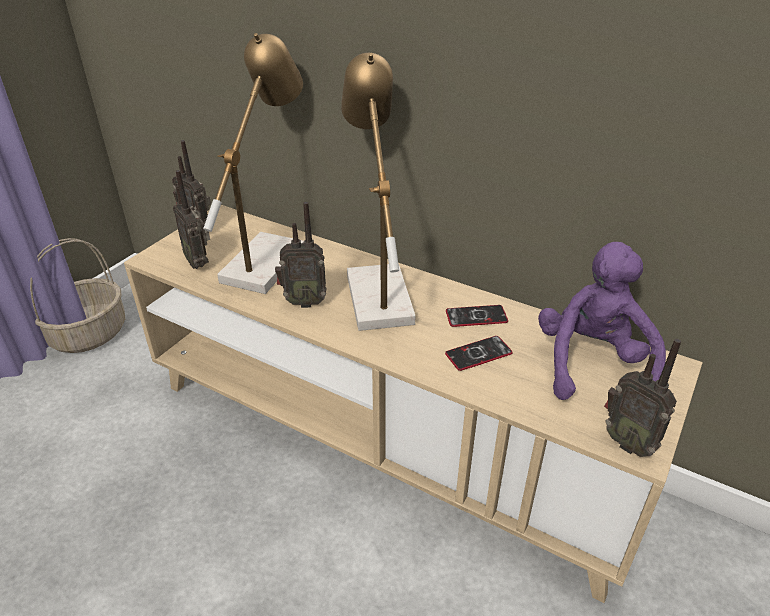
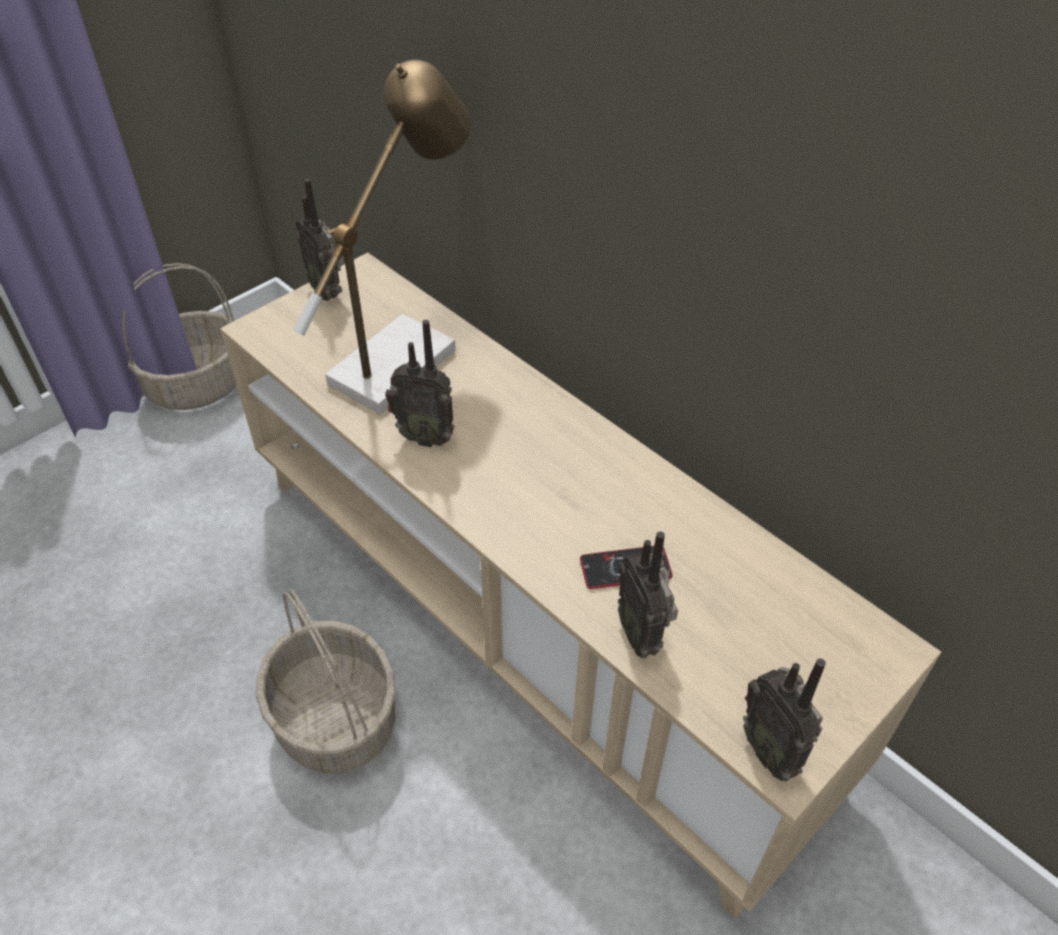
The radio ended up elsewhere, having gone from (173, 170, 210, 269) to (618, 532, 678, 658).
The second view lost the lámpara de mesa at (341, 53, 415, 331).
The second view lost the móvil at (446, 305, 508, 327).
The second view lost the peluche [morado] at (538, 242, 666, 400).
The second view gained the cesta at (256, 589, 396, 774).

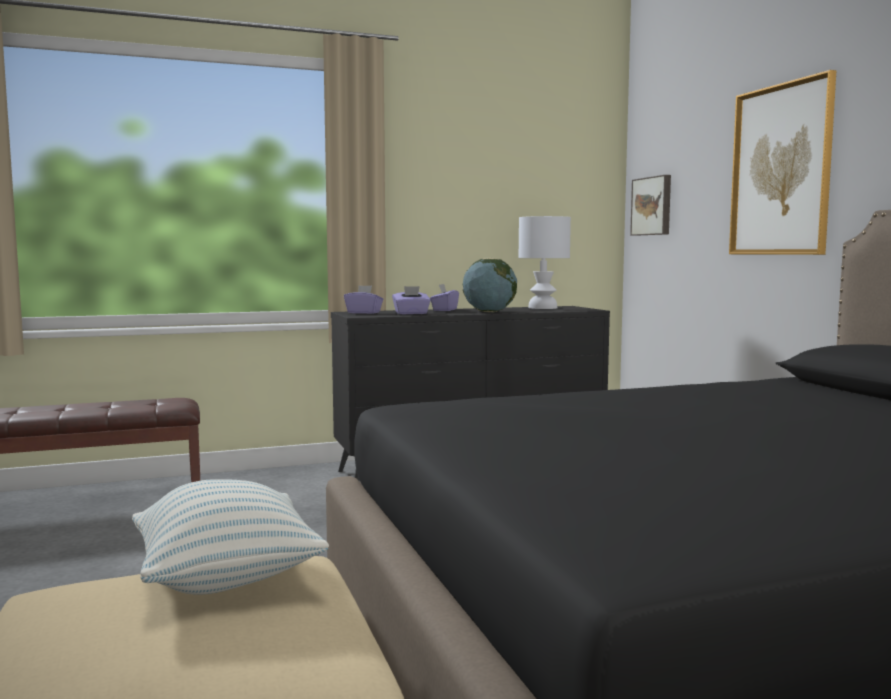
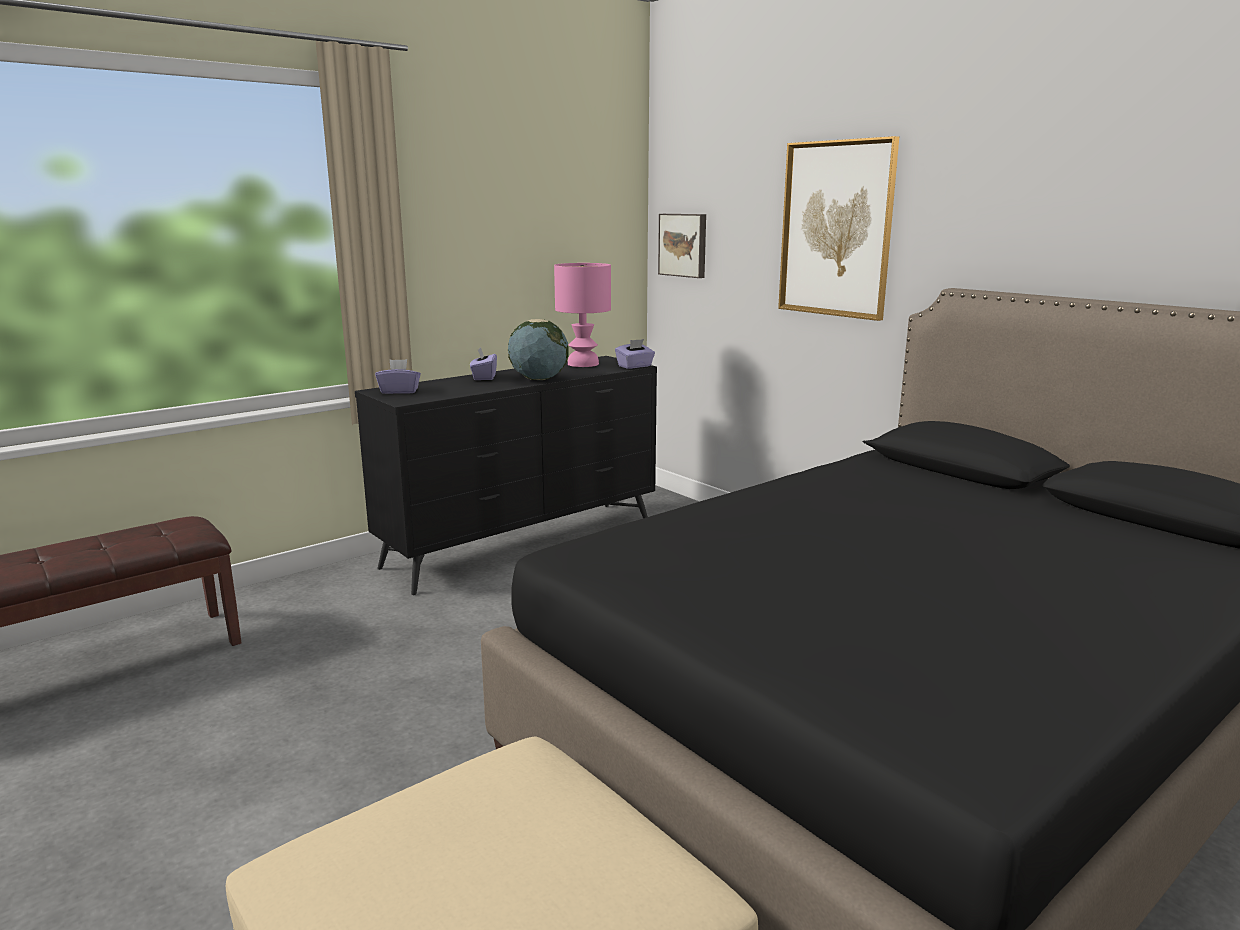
The second view lost the cojín at (132, 479, 329, 595).
The caja de pañuelos [morado] ended up elsewhere, having gone from (392, 286, 431, 314) to (615, 339, 655, 369).
What was the lámpara de mesa [blanco] at (519, 216, 571, 309) turned into the lámpara de mesa [rosa] at (554, 263, 611, 367).

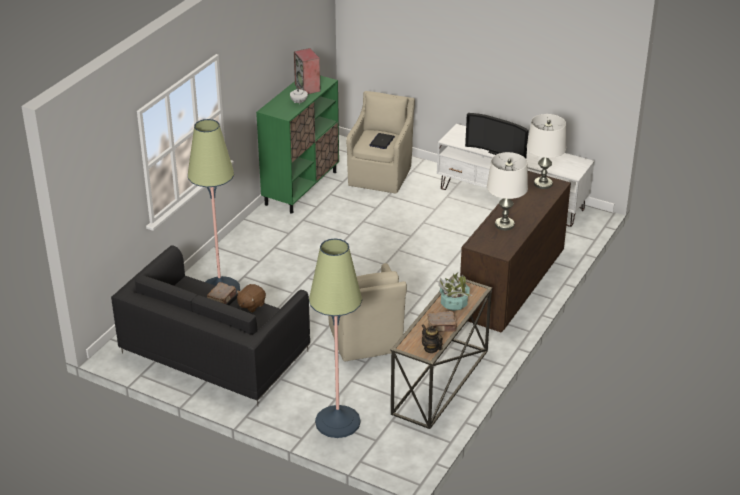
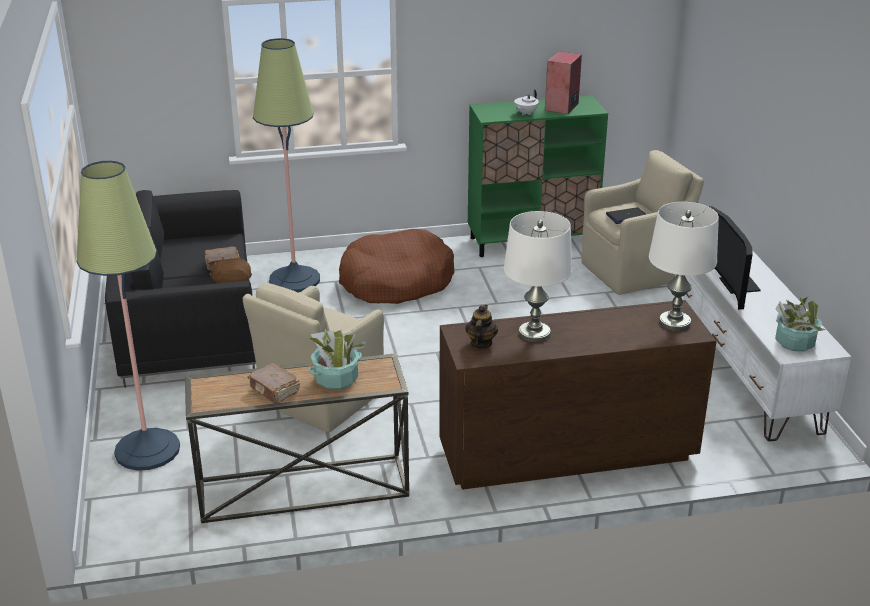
The tetera ended up elsewhere, having gone from (422, 324, 443, 353) to (465, 305, 498, 348).
The second view gained the cama para perro [marrón] at (339, 229, 455, 304).
The second view gained the planta en maceta at (775, 295, 826, 351).

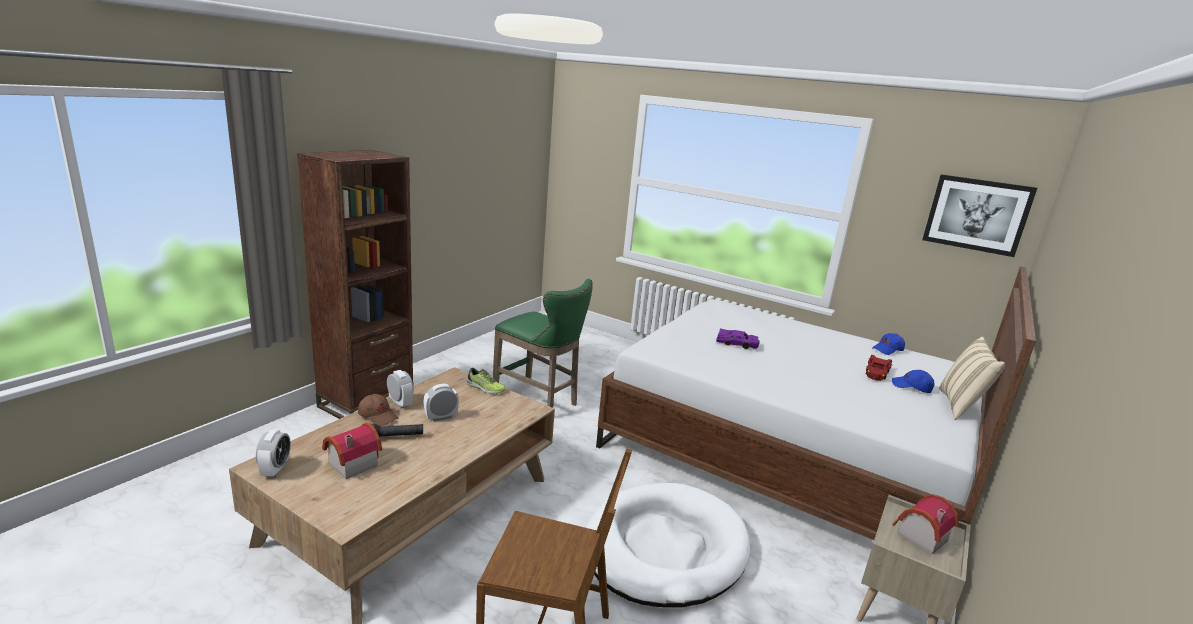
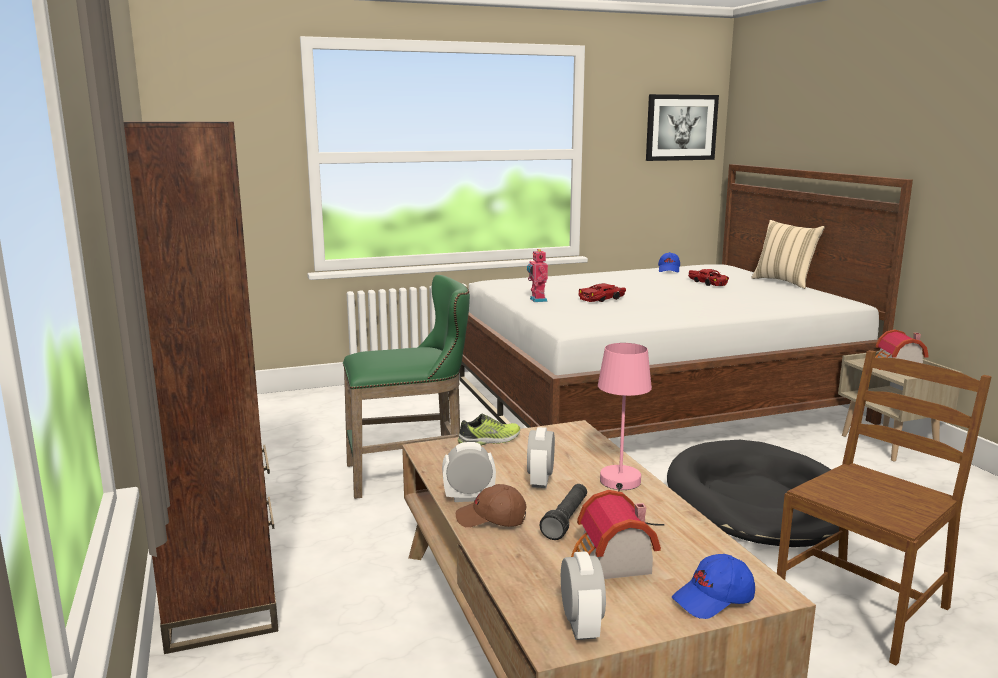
The despertador at (256, 430, 291, 477) ended up facing another way, 45 degrees clockwise from before.
The gorra [marrón] at (358, 394, 398, 426) ended up facing another way, 150 degrees counterclockwise from before.
What was the cama para perro [blanco] at (586, 483, 750, 608) turned into the cama para perro [negro] at (667, 440, 839, 547).
What was the coche de juguete [morado] at (716, 328, 760, 349) turned into the coche de juguete [rojo] at (579, 283, 626, 302).
The gorra [azul] ended up elsewhere, having gone from (892, 370, 935, 393) to (672, 554, 755, 619).
The second view gained the robot de juguete at (527, 249, 548, 302).
The second view gained the lámpara de mesa [rosa] at (598, 343, 664, 526).

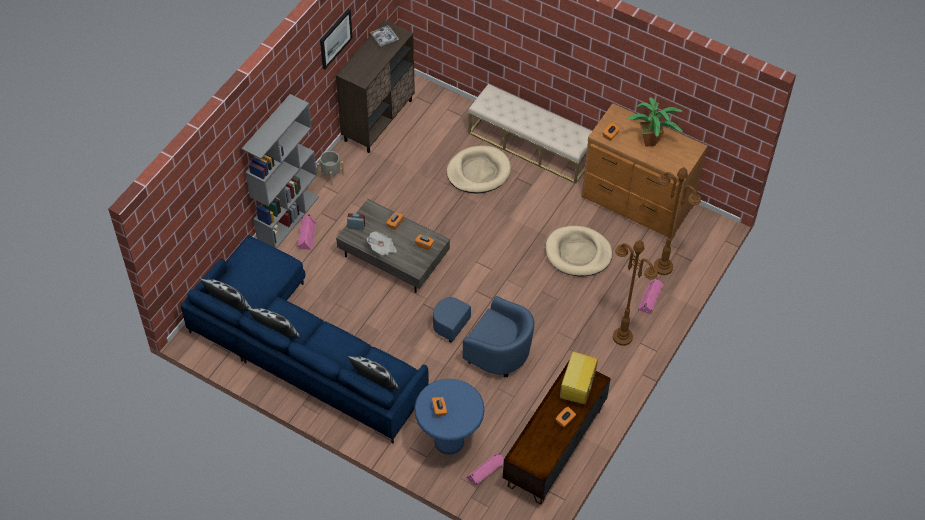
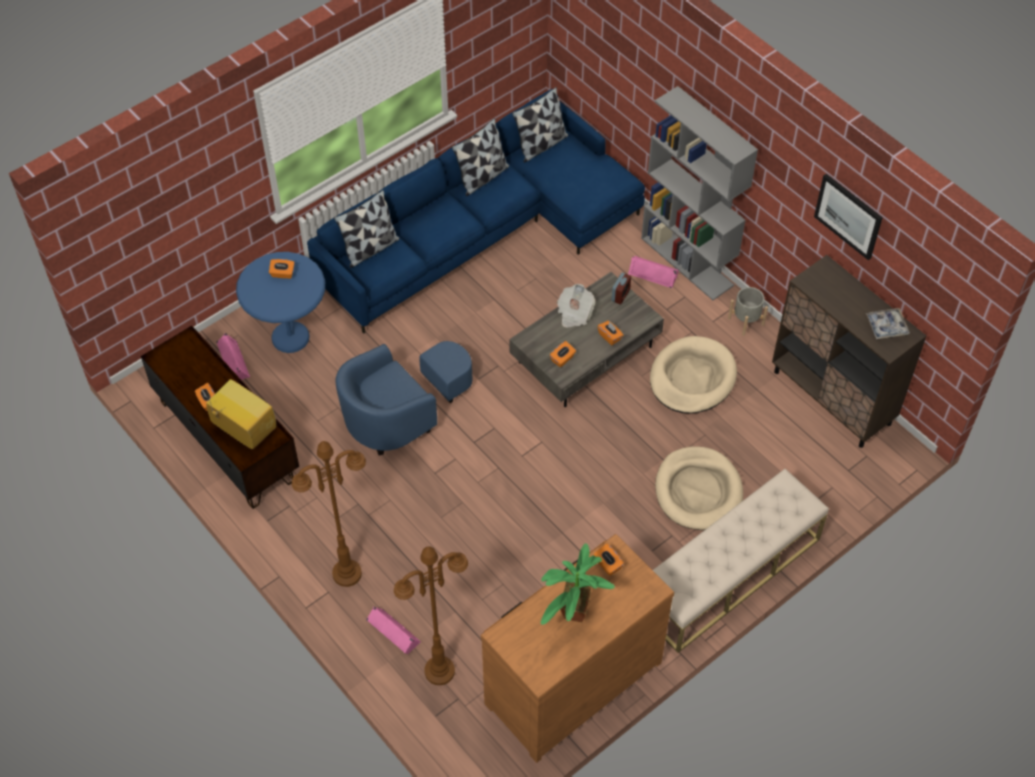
The cama para perro [beis] ended up elsewhere, having gone from (546, 226, 612, 276) to (650, 336, 737, 414).

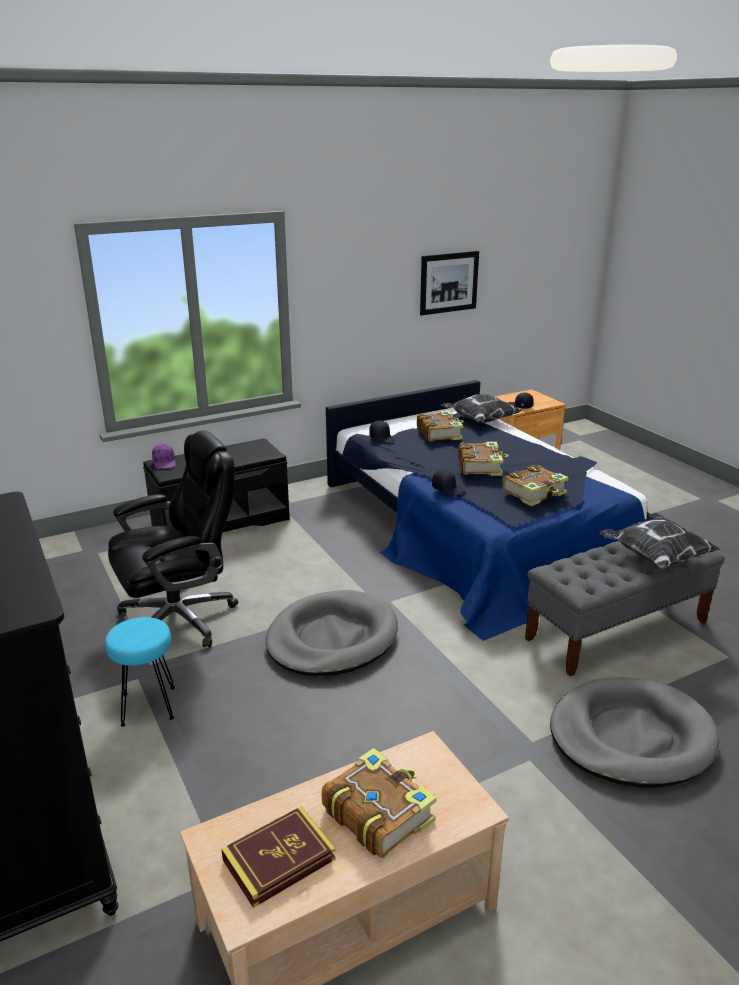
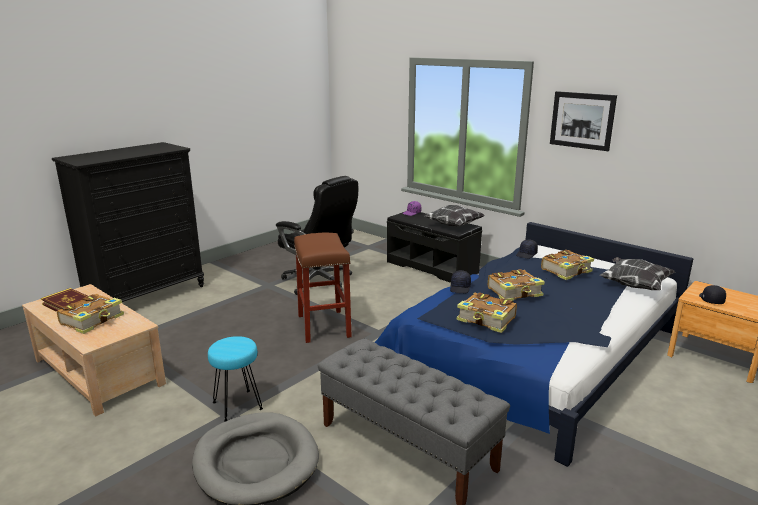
The taburete [turquesa] ended up elsewhere, having gone from (105, 617, 175, 727) to (208, 336, 263, 422).
Where the cama para perro [gris] stood at (265, 590, 398, 676), the taburete [marrón] came to stand at (294, 233, 352, 343).
The cuadro ended up elsewhere, having gone from (420, 251, 479, 315) to (550, 91, 617, 151).
The cojín ended up elsewhere, having gone from (599, 515, 721, 569) to (425, 205, 485, 226).

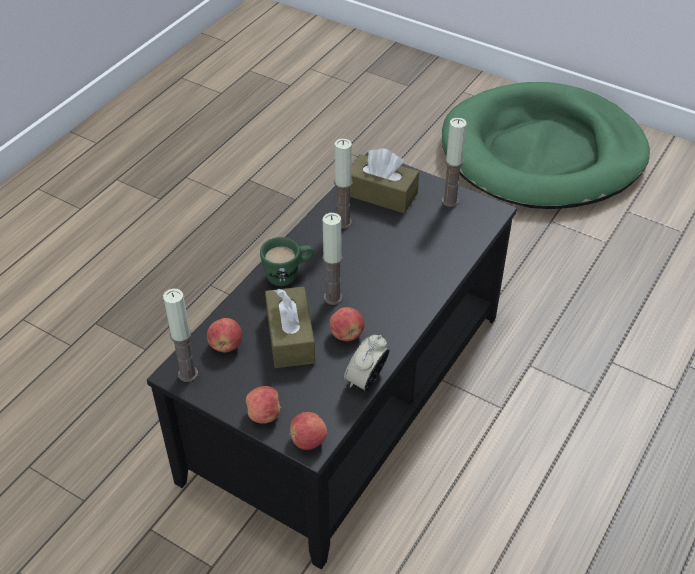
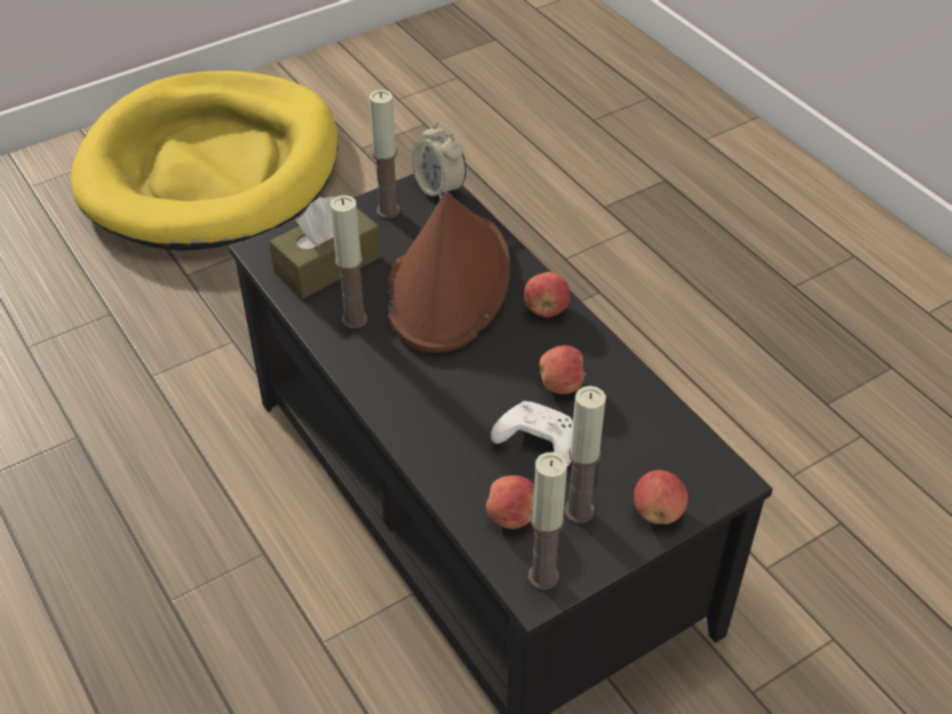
The second view lost the taza grande [verde] at (260, 237, 313, 286).
Where the caja de pañuelos [marrón] stood at (265, 287, 315, 368), the mando de consola [blanco] came to stand at (491, 401, 573, 467).
The manzana ended up elsewhere, having gone from (289, 412, 327, 450) to (524, 272, 570, 317).
The vela ended up elsewhere, having gone from (322, 213, 343, 305) to (564, 386, 606, 523).
The despertador ended up elsewhere, having gone from (344, 335, 390, 391) to (412, 122, 466, 199).
What was the cama para perro [verde] at (442, 82, 650, 209) turned into the cama para perro [amarillo] at (71, 71, 338, 251).
The second view gained the sombrero [marrón] at (387, 192, 510, 353).

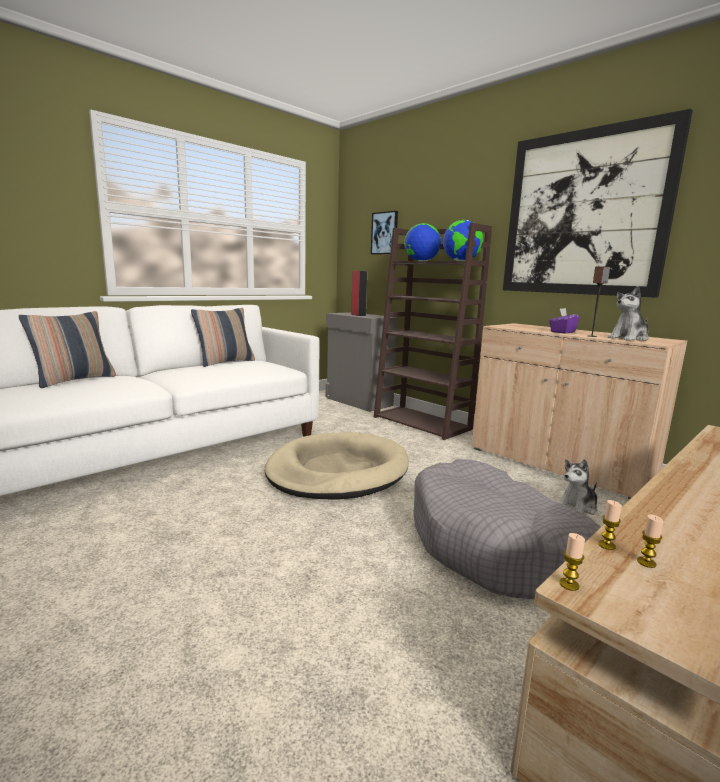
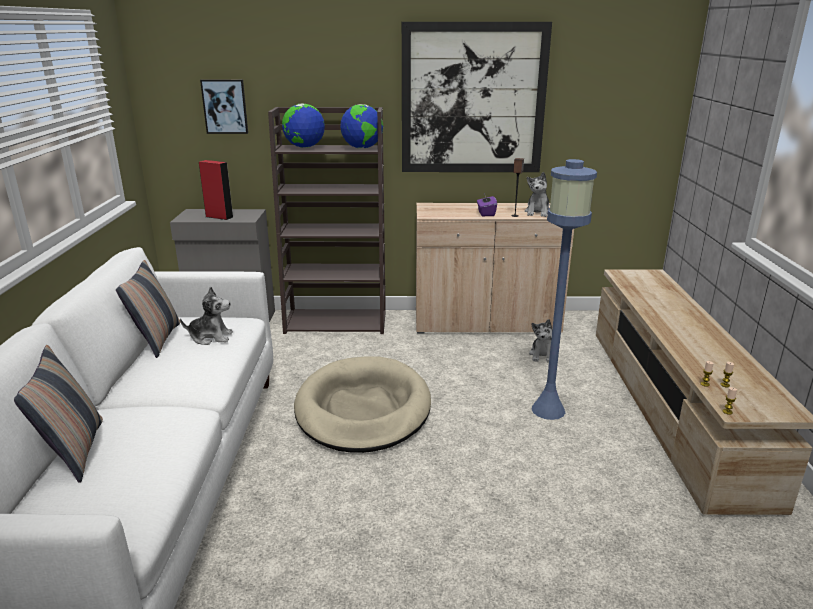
Where the cama para perro [gris] stood at (413, 459, 601, 599), the lámpara de pie [azul] came to stand at (531, 159, 597, 420).
The second view gained the peluche at (180, 287, 233, 345).

